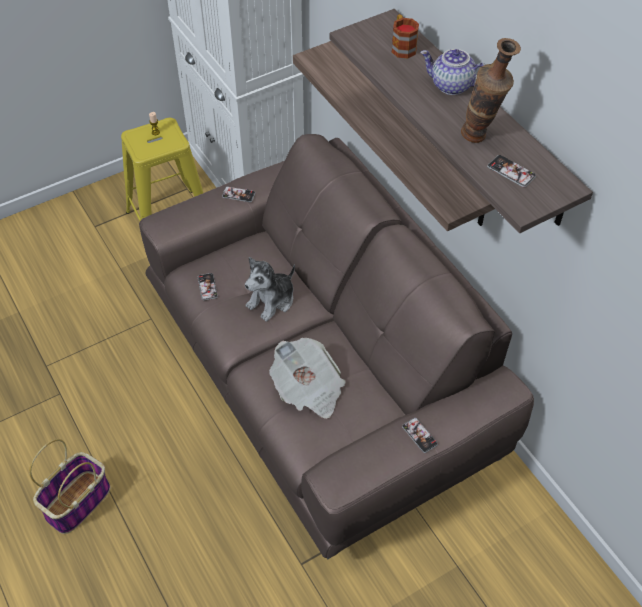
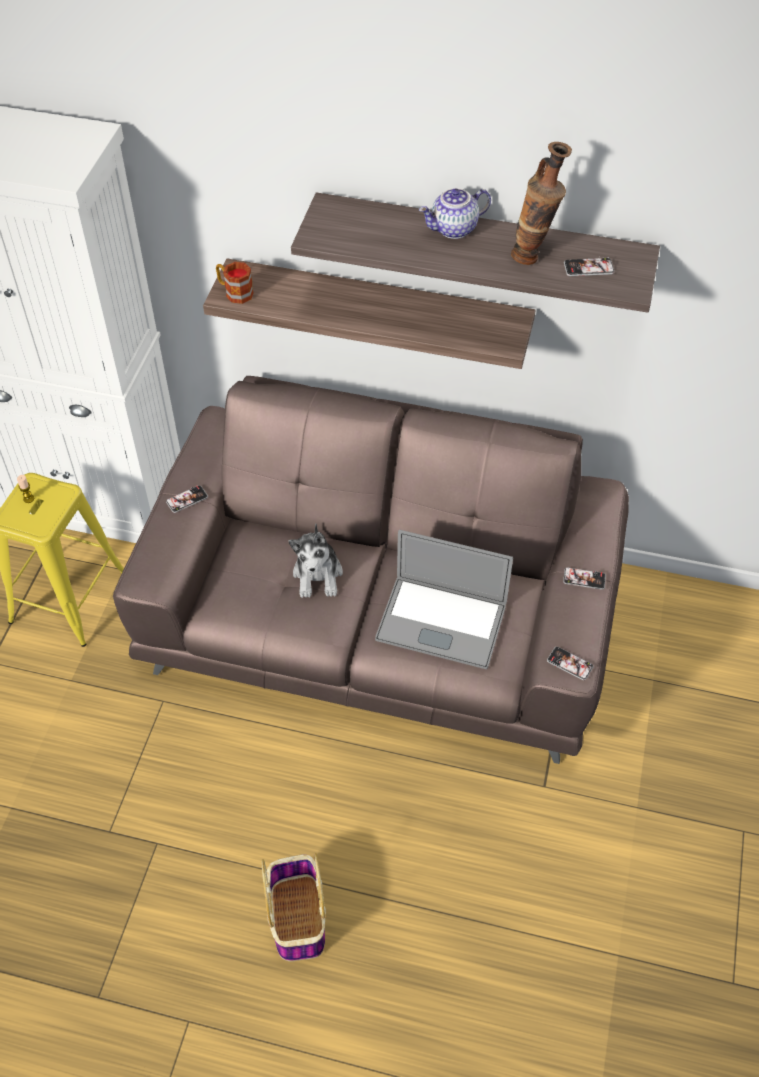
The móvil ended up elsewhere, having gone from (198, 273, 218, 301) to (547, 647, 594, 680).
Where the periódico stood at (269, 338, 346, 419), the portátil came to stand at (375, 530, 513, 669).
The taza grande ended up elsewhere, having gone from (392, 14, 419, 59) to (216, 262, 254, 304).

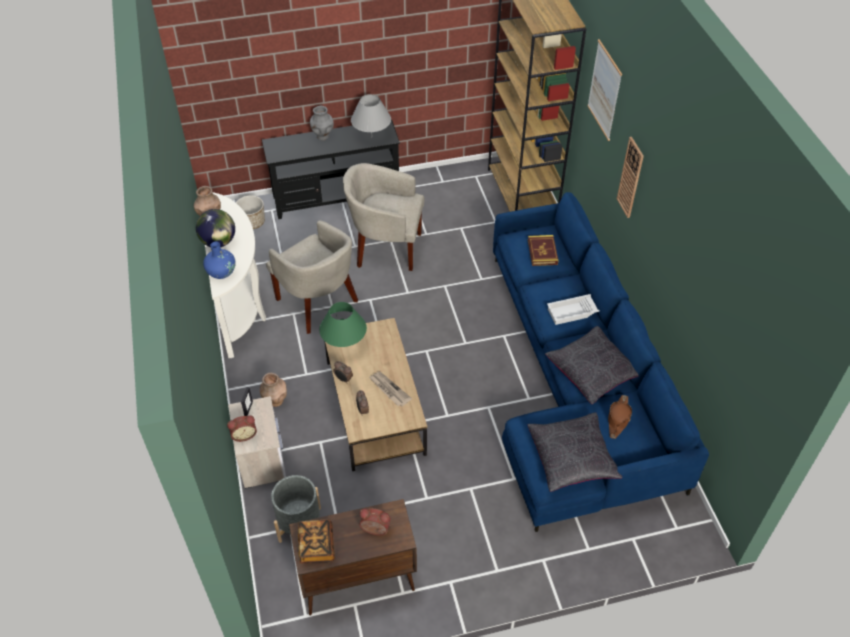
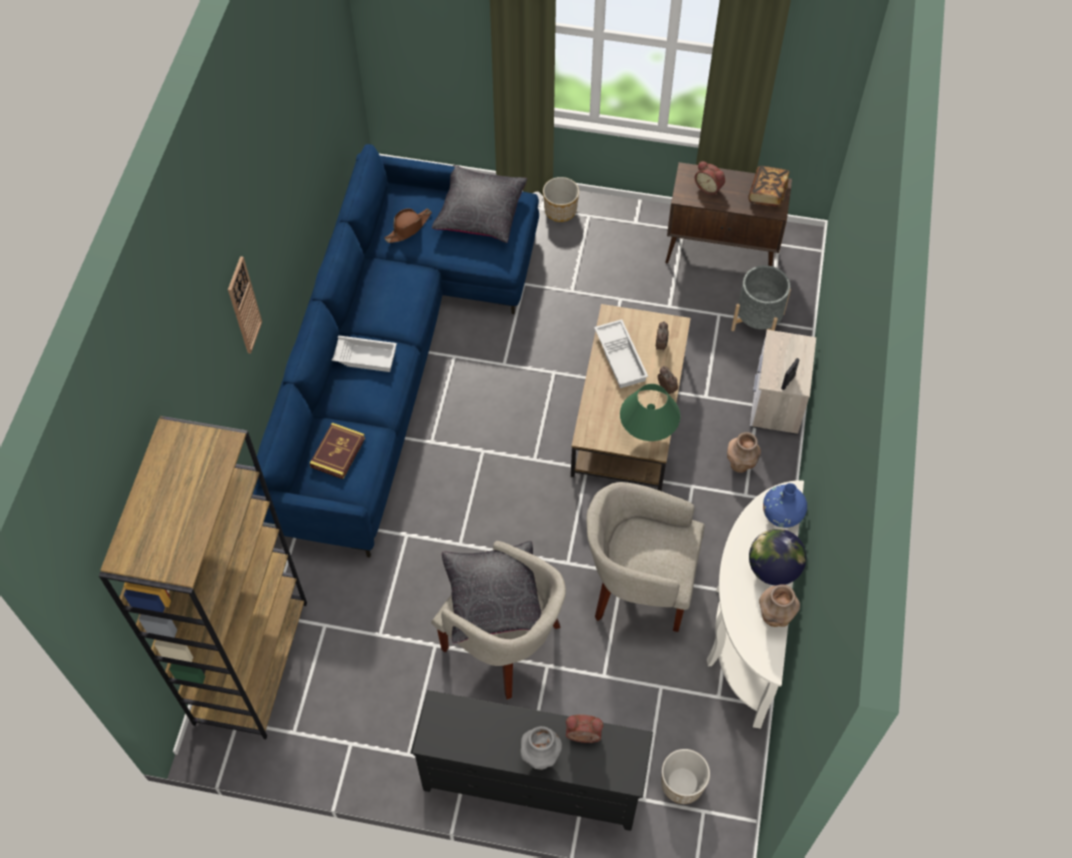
The despertador ended up elsewhere, having gone from (227, 415, 257, 442) to (566, 715, 603, 743).
The sillón [beis] at (266, 220, 358, 334) ended up facing another way, 60 degrees counterclockwise from before.
The second view lost the lámpara de mesa [gris] at (351, 94, 391, 135).
Where the periódico stood at (369, 372, 412, 406), the bandeja [blanco] came to stand at (594, 319, 648, 388).
The cojín [negro] ended up elsewhere, having gone from (545, 326, 639, 404) to (442, 541, 542, 643).
The second view lost the cuadro at (587, 39, 622, 141).
The second view gained the maceta at (543, 177, 579, 222).

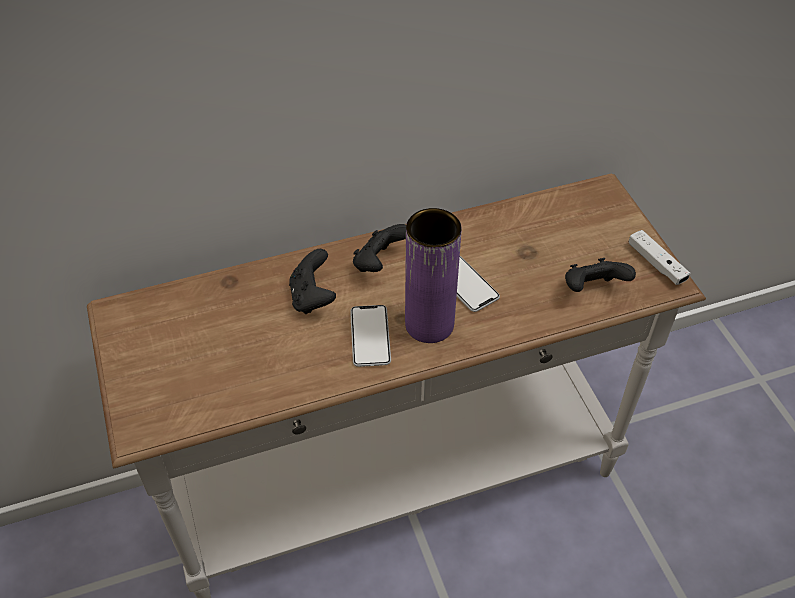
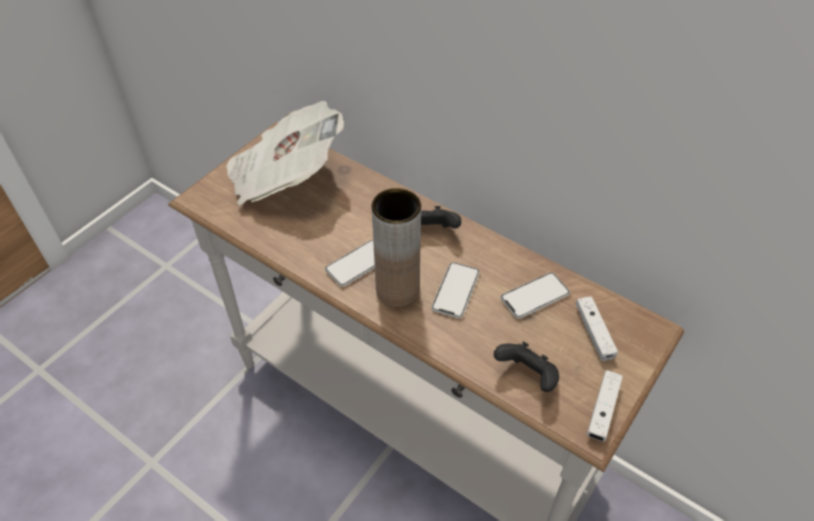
The second view lost the mando de consola [negro] at (289, 249, 336, 314).
What was the florero [morado] at (405, 208, 462, 343) turned into the florero [marrón] at (372, 188, 421, 307).
The second view gained the periódico at (226, 101, 344, 205).
The second view gained the móvil at (500, 272, 570, 319).
The second view gained the mando de consola [blanco] at (576, 296, 618, 361).

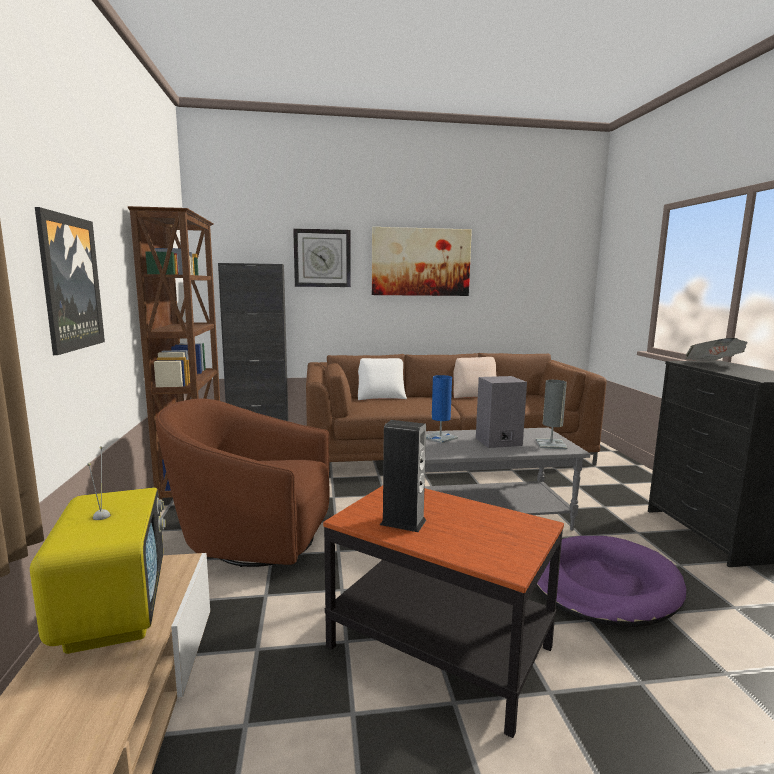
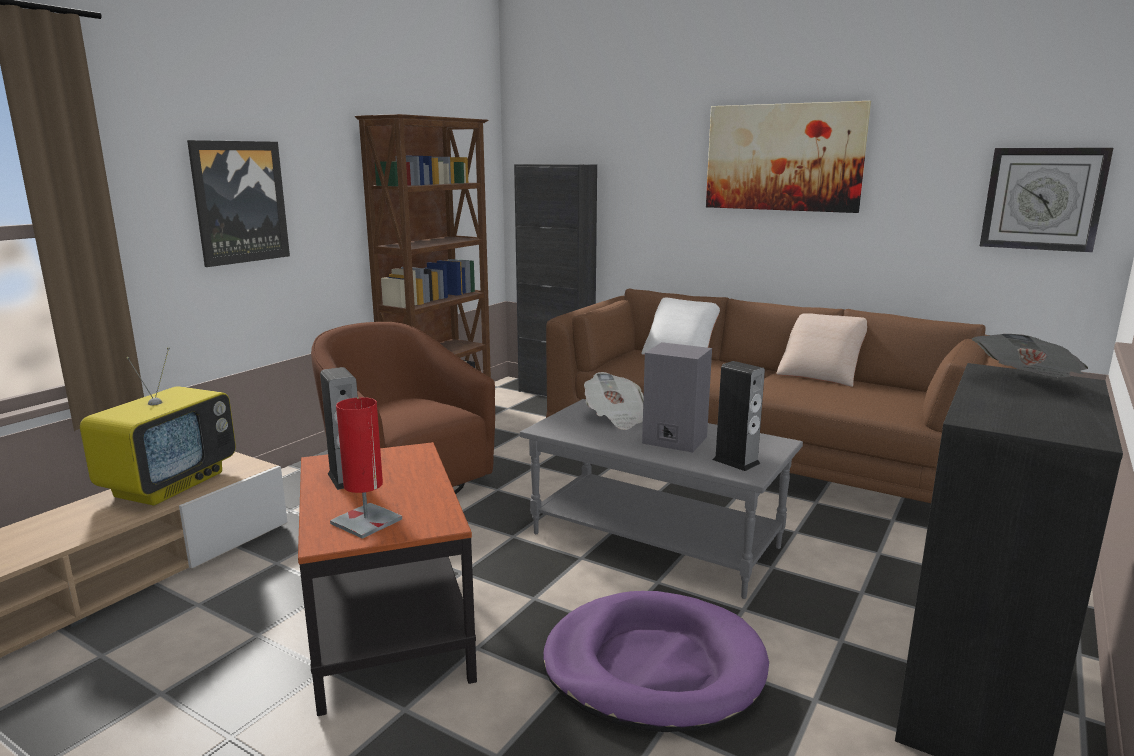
The reloj de pared ended up elsewhere, having gone from (293, 228, 351, 287) to (980, 148, 1113, 253).
Where the lámpara de mesa [azul] stood at (426, 375, 458, 444), the periódico came to stand at (584, 372, 644, 430).
Where the lámpara de mesa [gris] stood at (536, 380, 567, 449), the altavoz came to stand at (712, 361, 765, 471).
The second view gained the lámpara de mesa [rojo] at (330, 397, 402, 539).

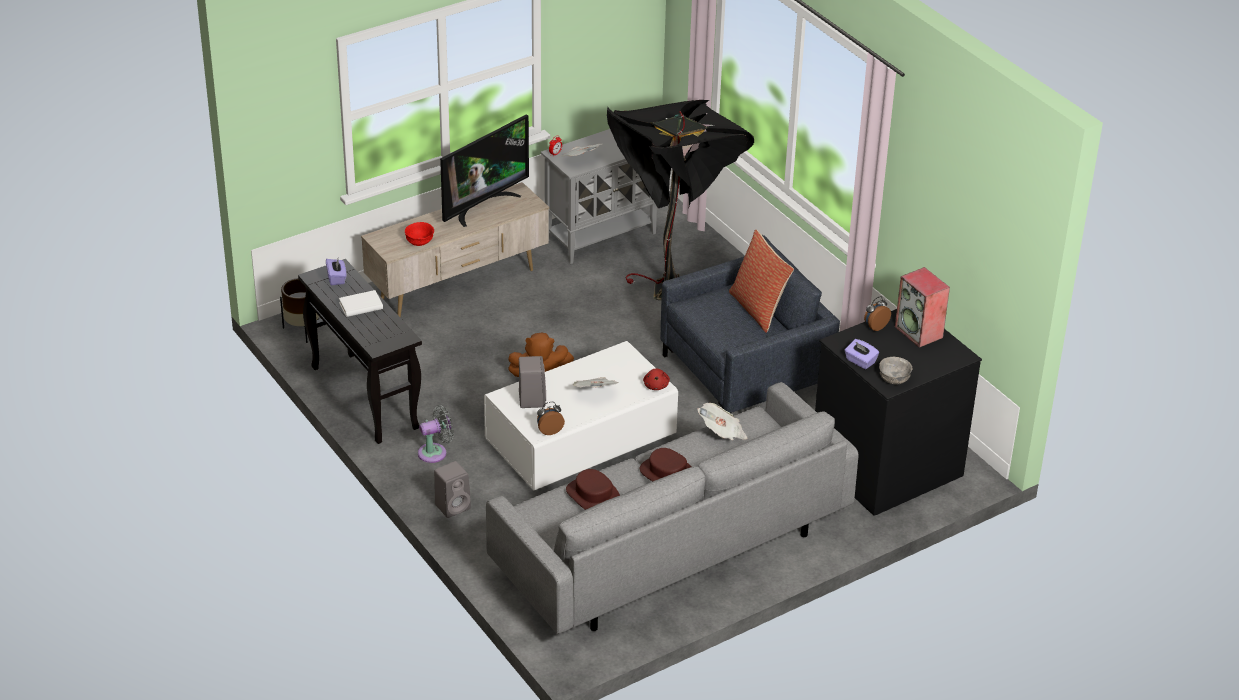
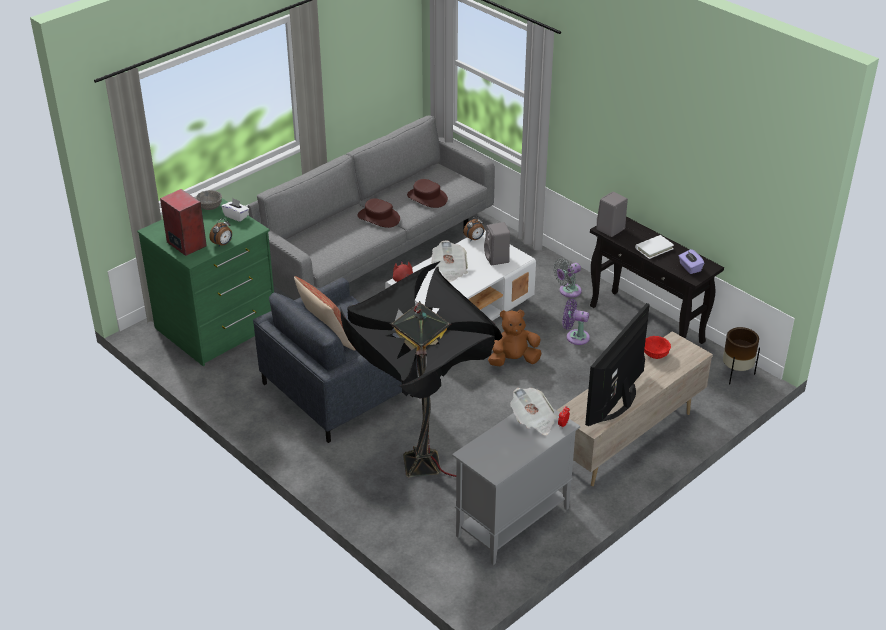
The altavoz [gris] ended up elsewhere, having gone from (434, 461, 471, 518) to (596, 192, 628, 237).
The second view lost the periódico at (697, 403, 747, 440).
What was the cómoda [negro] at (815, 309, 982, 516) turned into the cómoda [verde] at (137, 198, 274, 366).
What was the caja de pañuelos [morado] at (844, 339, 879, 369) turned into the caja de pañuelos [blanco] at (221, 198, 249, 222).
The second view gained the ventilador [morado] at (563, 299, 590, 345).

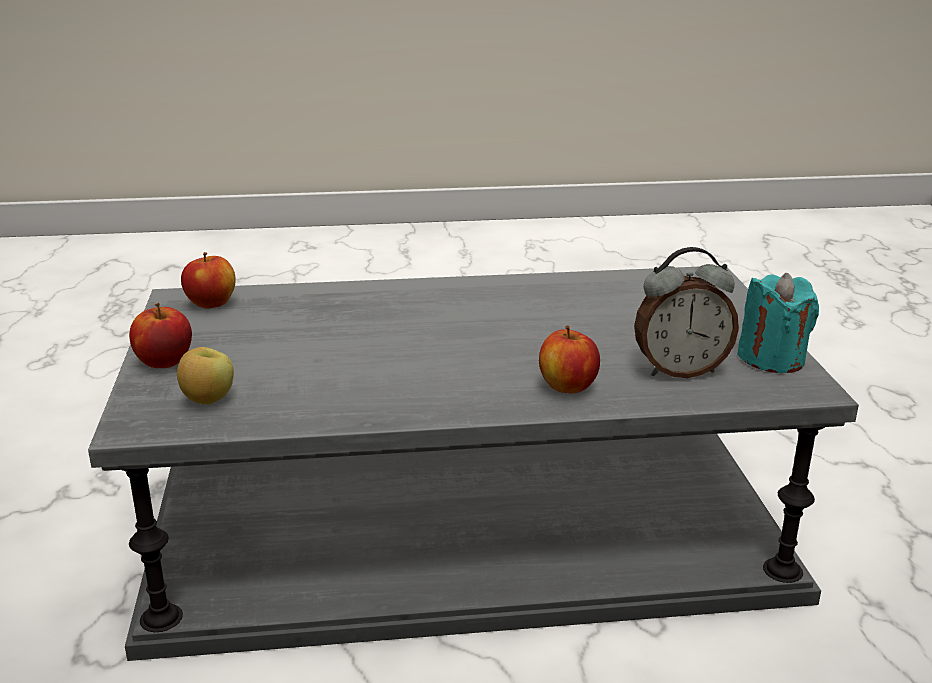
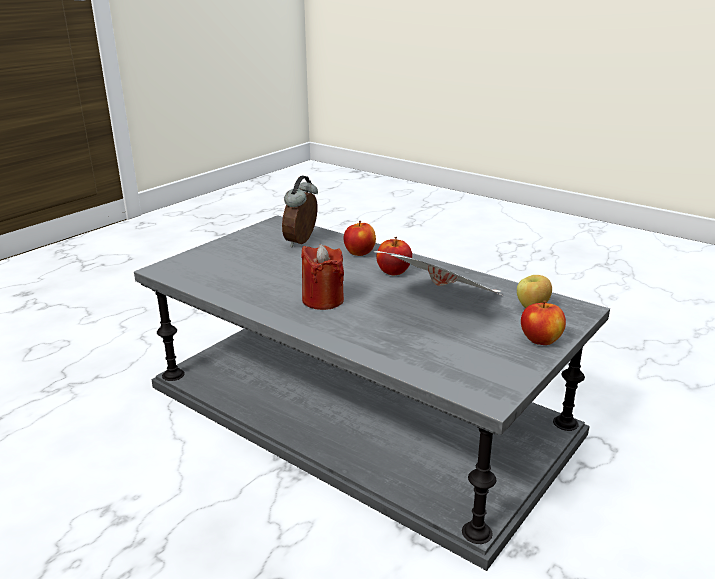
The manzana ended up elsewhere, having gone from (181, 252, 236, 309) to (376, 237, 412, 276).
The despertador at (634, 247, 739, 378) ended up facing another way, 105 degrees counterclockwise from before.
The second view lost the vela [turquesa] at (737, 273, 819, 373).
The second view gained the vela [rojo] at (301, 244, 344, 310).
The second view gained the periódico at (374, 251, 504, 296).

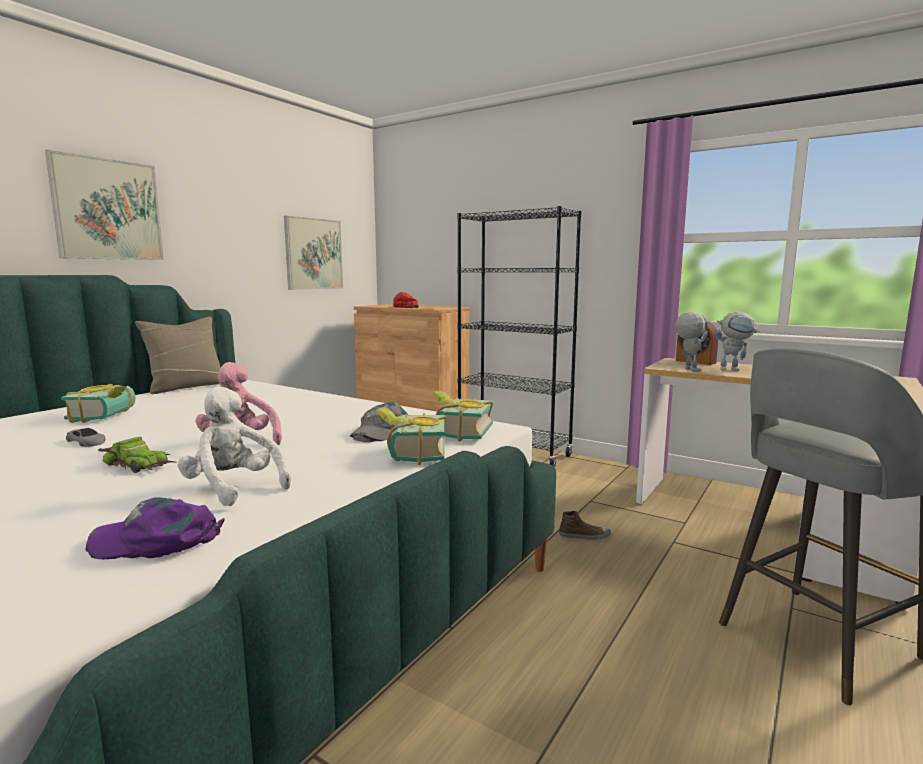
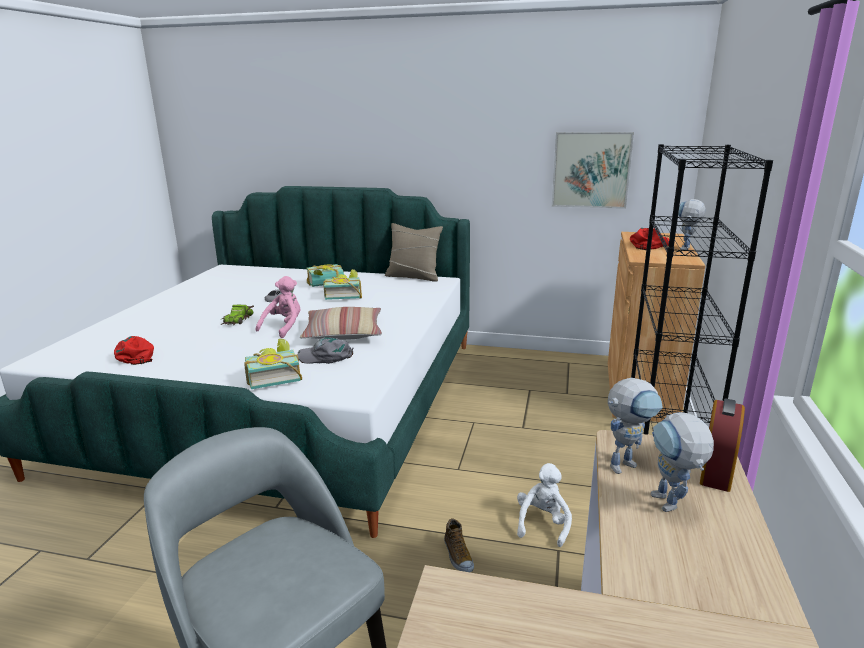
The second view lost the cuadro at (45, 150, 164, 260).
What was the gorra [morado] at (85, 497, 225, 559) turned into the gorra [rojo] at (114, 336, 154, 365).
The peluche [blanco] ended up elsewhere, having gone from (178, 386, 291, 506) to (517, 463, 572, 547).
The libro ended up elsewhere, having gone from (432, 390, 493, 442) to (323, 269, 362, 300).
The second view gained the cojín at (300, 307, 382, 340).
The second view gained the robot de juguete at (678, 199, 705, 250).

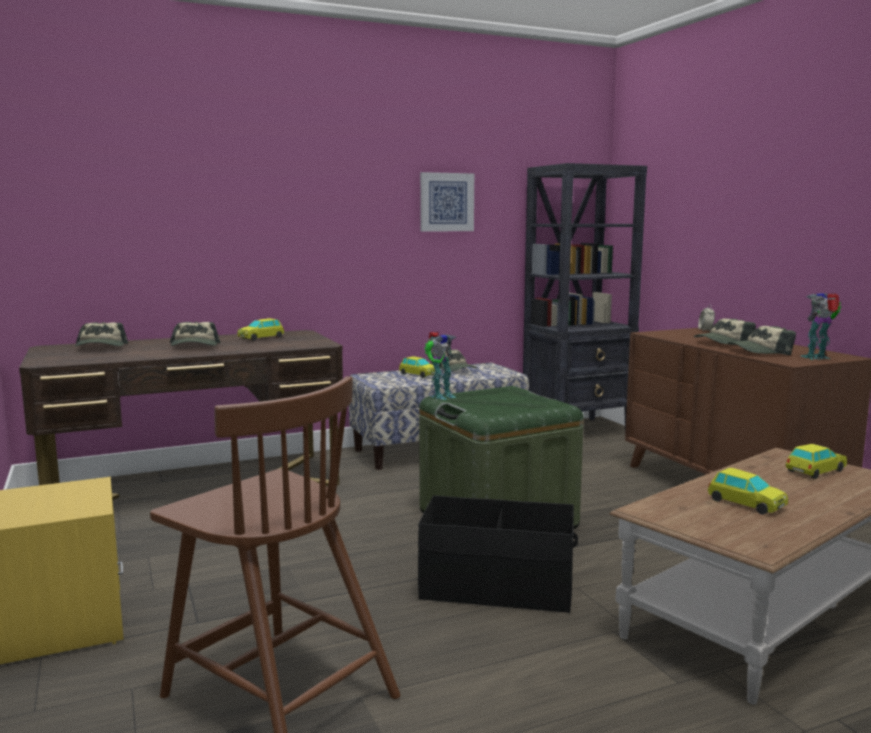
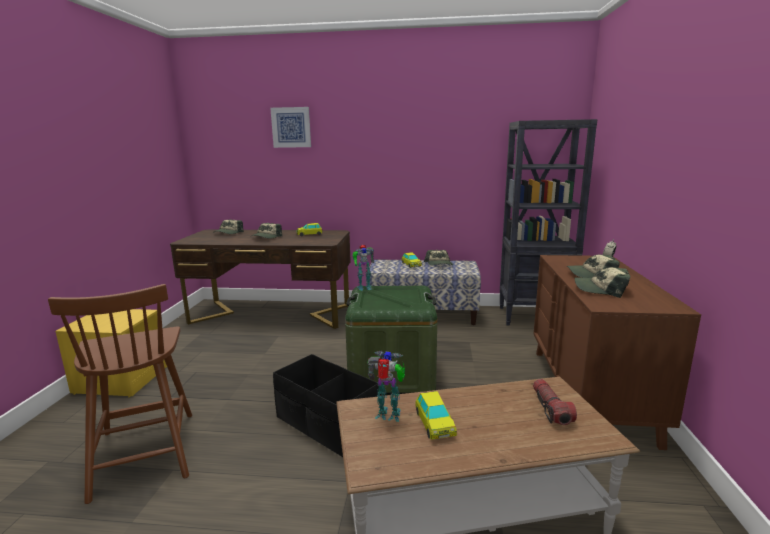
The cuadro ended up elsewhere, having gone from (420, 172, 474, 232) to (270, 107, 311, 148).
Where the coche de juguete stood at (786, 444, 847, 479), the linterna came to stand at (533, 379, 577, 425).
The robot de juguete ended up elsewhere, having gone from (800, 293, 842, 360) to (367, 351, 405, 422).

